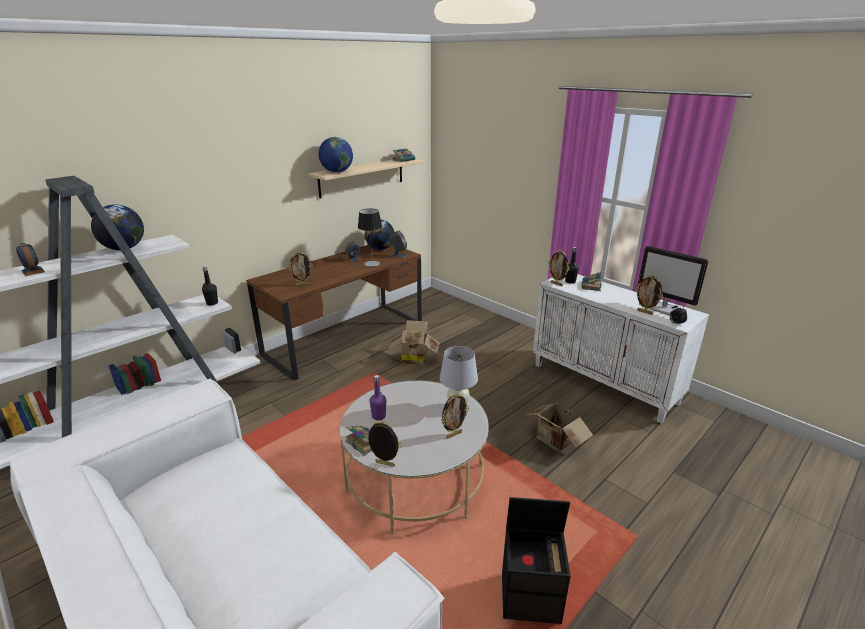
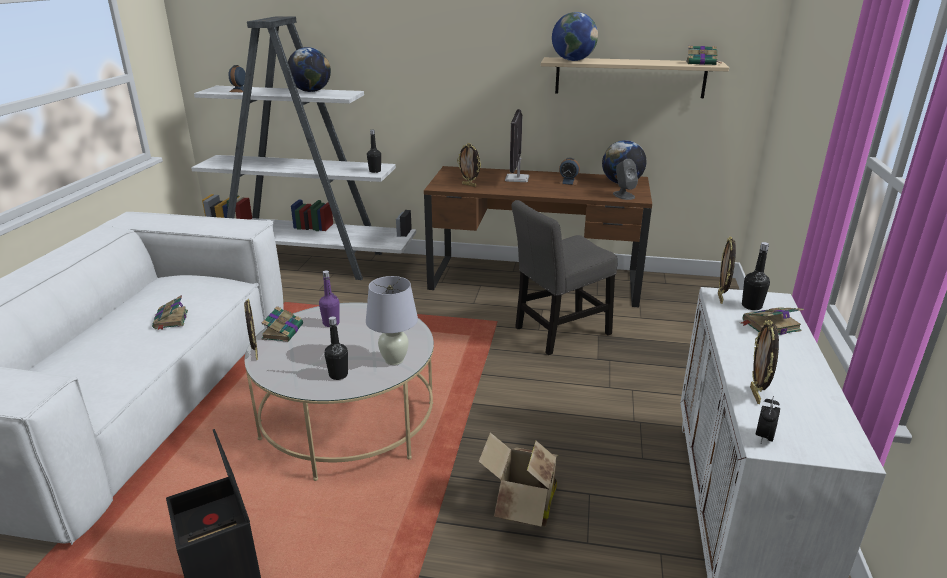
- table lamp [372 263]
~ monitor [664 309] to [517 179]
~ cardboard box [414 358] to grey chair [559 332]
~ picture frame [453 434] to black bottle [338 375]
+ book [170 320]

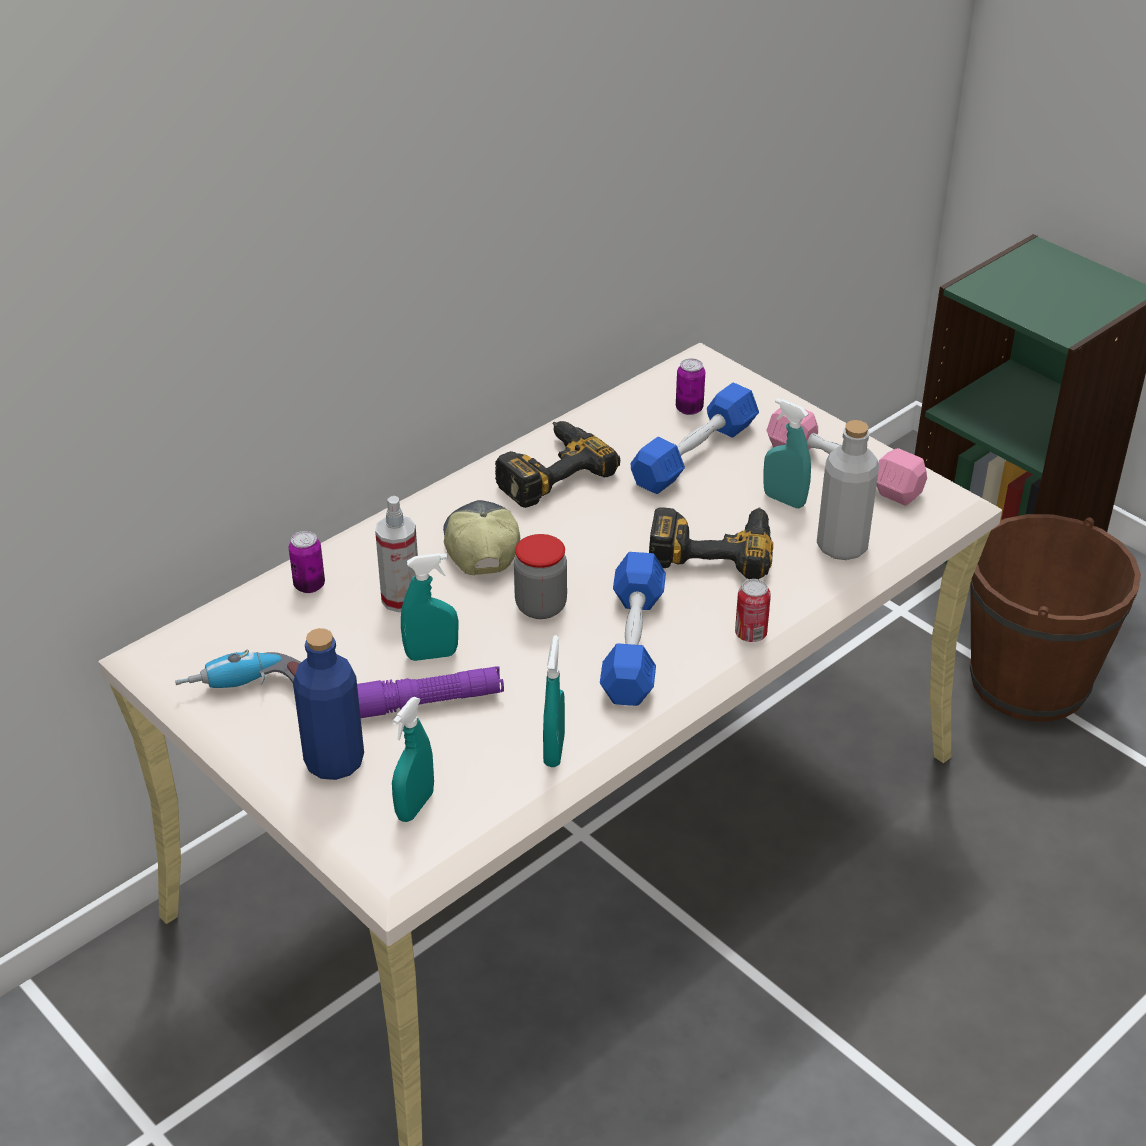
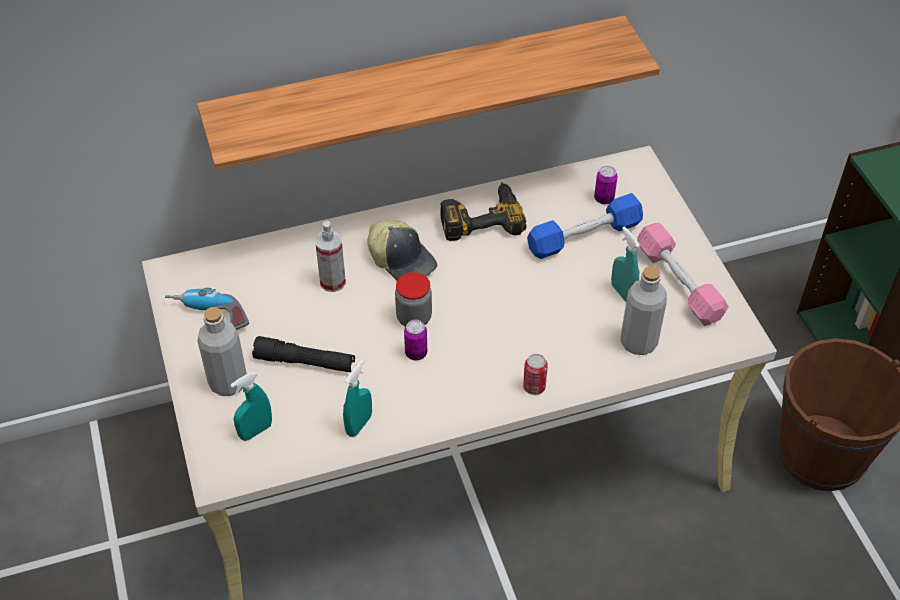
~ cap [479 547] = [402 260] 120 degrees clockwise
- power drill [712 547]
~ can [309 585] to [416 353]
- blue dumbbell [633 645]
- turquoise spray bottle [431 655]
~ blue bottle [334 761] to grey bottle [228 382]
~ purple flashlight [427 703] to black flashlight [305 362]
+ shelf [419 89]

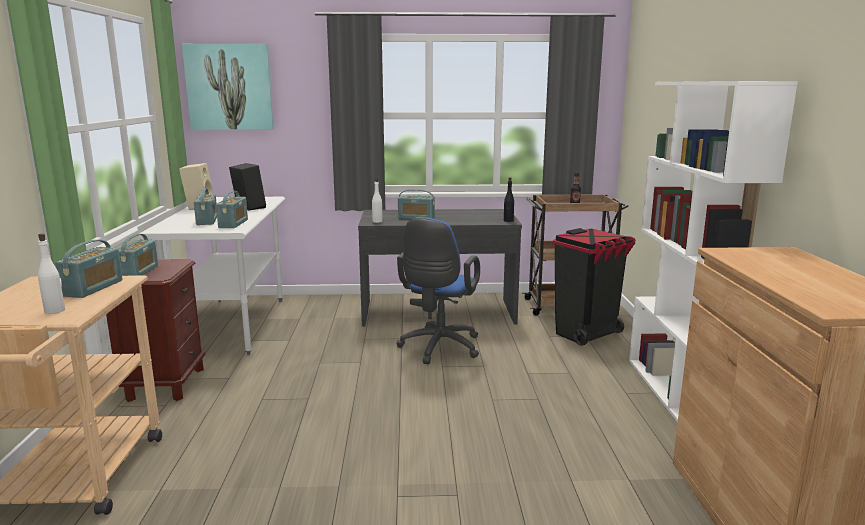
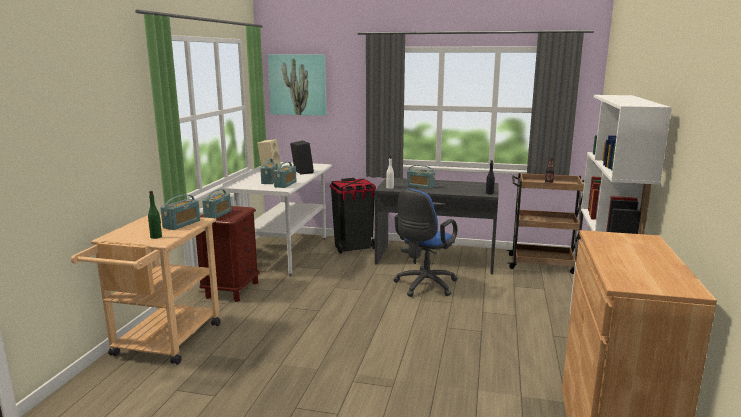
~ black trash can [586 334] to [353 248]
~ white bottle [55 310] to green bottle [156 237]

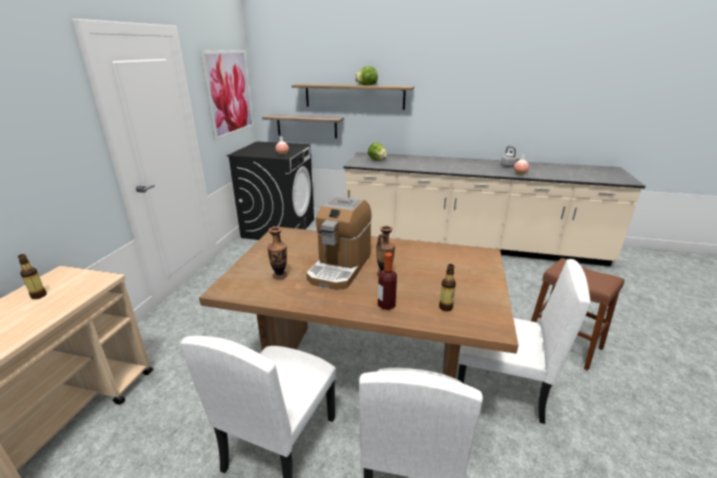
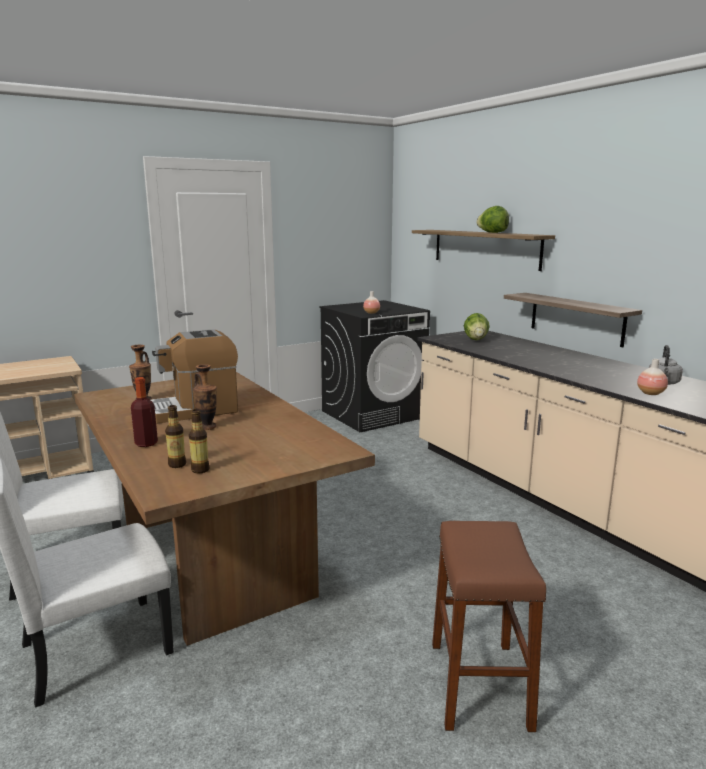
- picture [229 93]
~ shelf [306 126] to [576 318]
~ bottle [39 296] to [200 470]
- white chair [499 388]

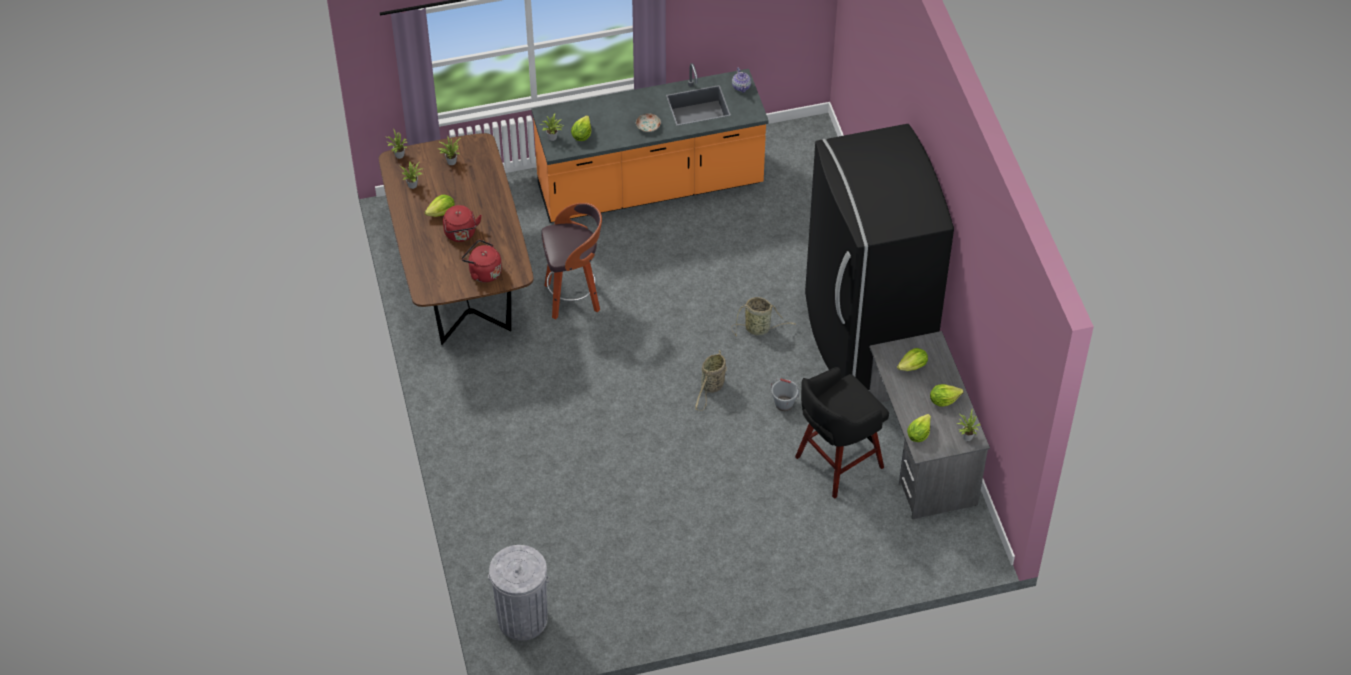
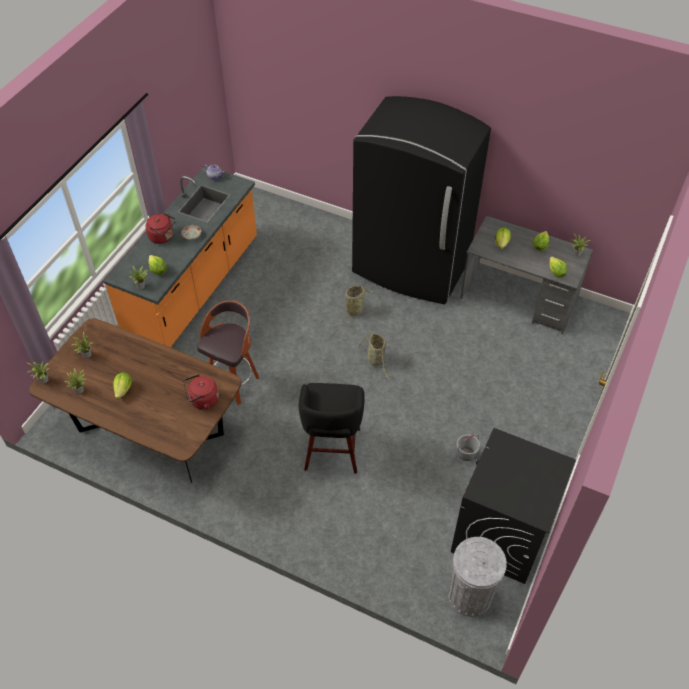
~ red kettle [461 234] to [163 237]
~ black stool [836 463] to [332 451]
~ grey bucket [784 404] to [466 454]
+ black washing machine [501 534]

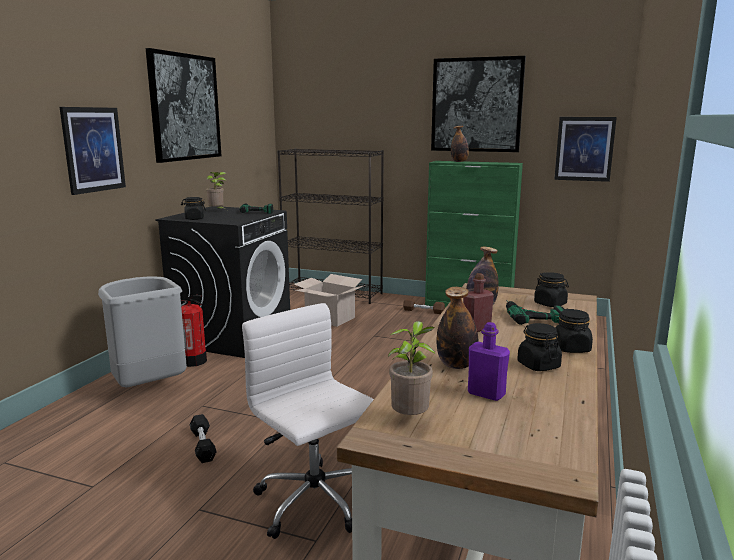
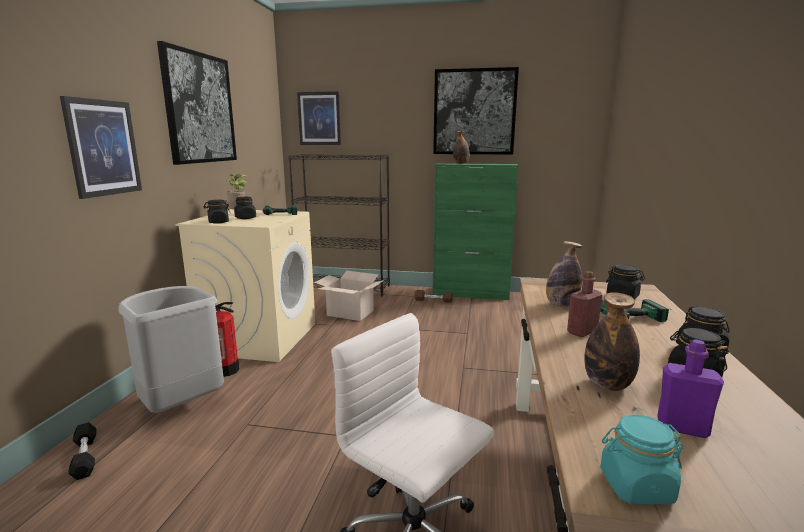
~ picture [584 149] to [319 118]
~ black washing machine [233 335] to beige washing machine [259 337]
~ potted plant [411 419] to turquoise jar [636 486]
~ black dumbbell [203 445] to [85 457]
+ black jar [245 218]

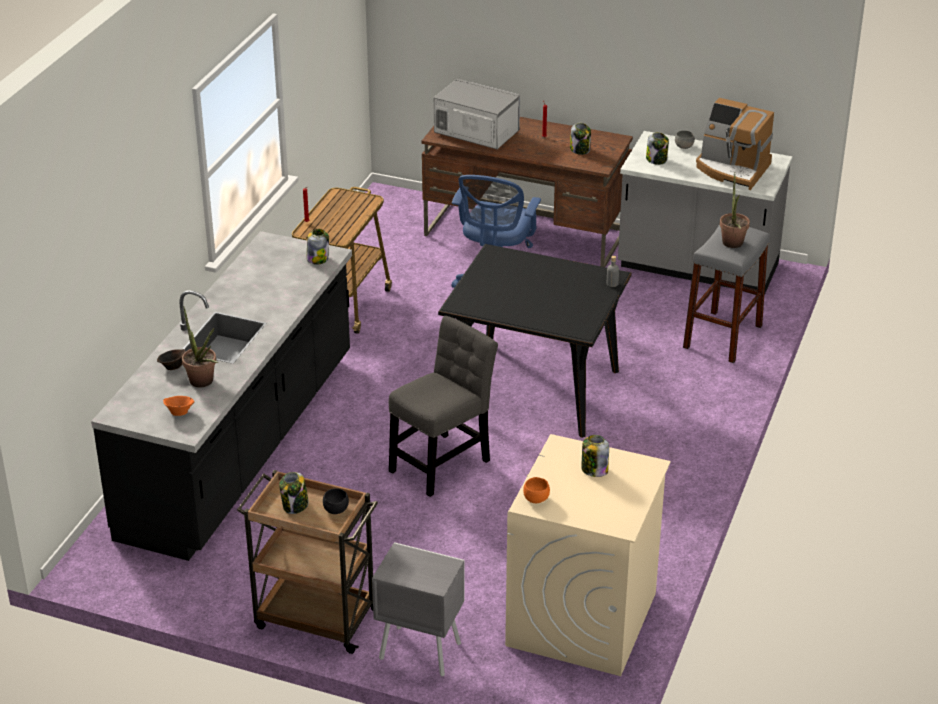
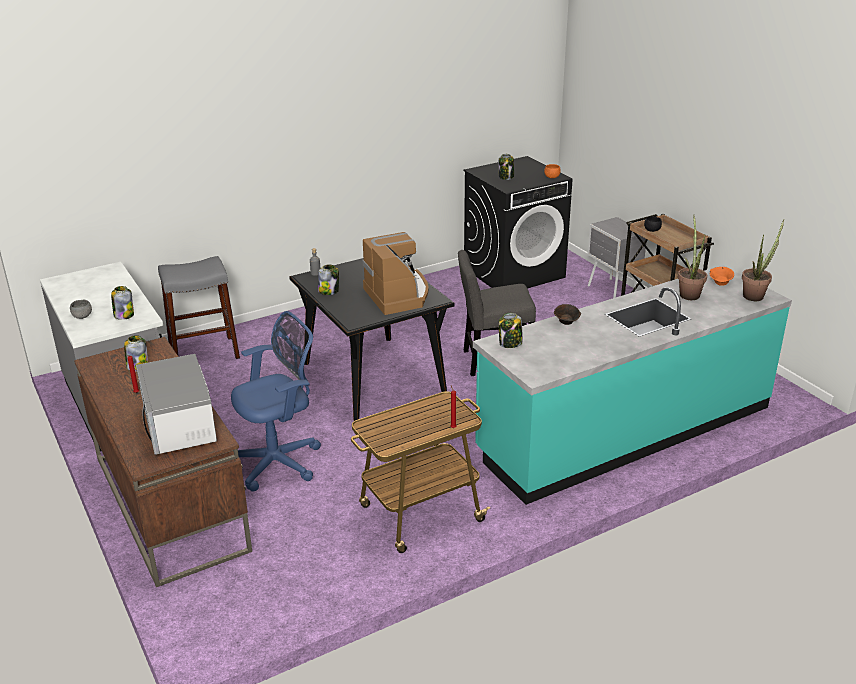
~ coffee machine [732 169] to [398 295]
~ potted plant [732 245] to [755 295]
~ black counter [241 446] to turquoise counter [625 429]
~ brown bowl [172 367] to [566 322]
~ beige washing machine [582 620] to black washing machine [514 272]
~ jar [295 506] to [329 291]

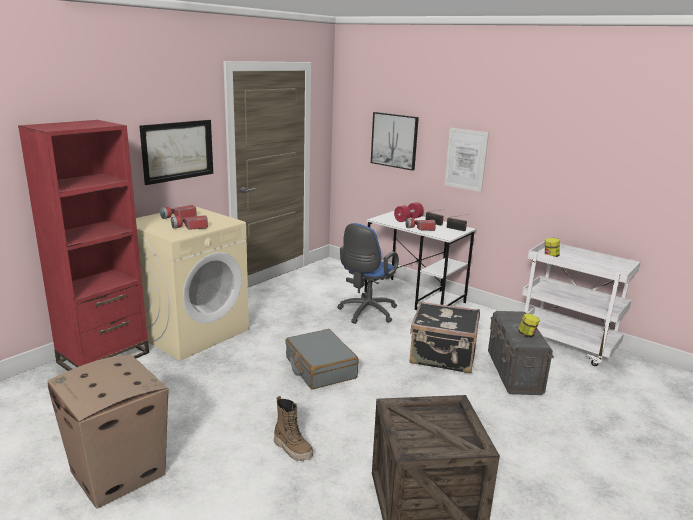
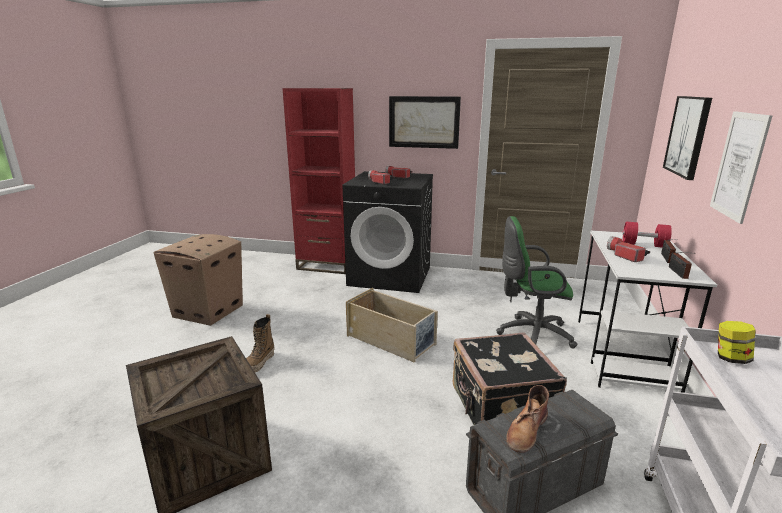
~ beige washing machine [191 331] to black washing machine [390 276]
~ blue office chair [366 313] to green office chair [531 334]
~ jar [527 334] to brown boot [526 430]
~ grey suitcase [320 368] to beige storage box [392 340]

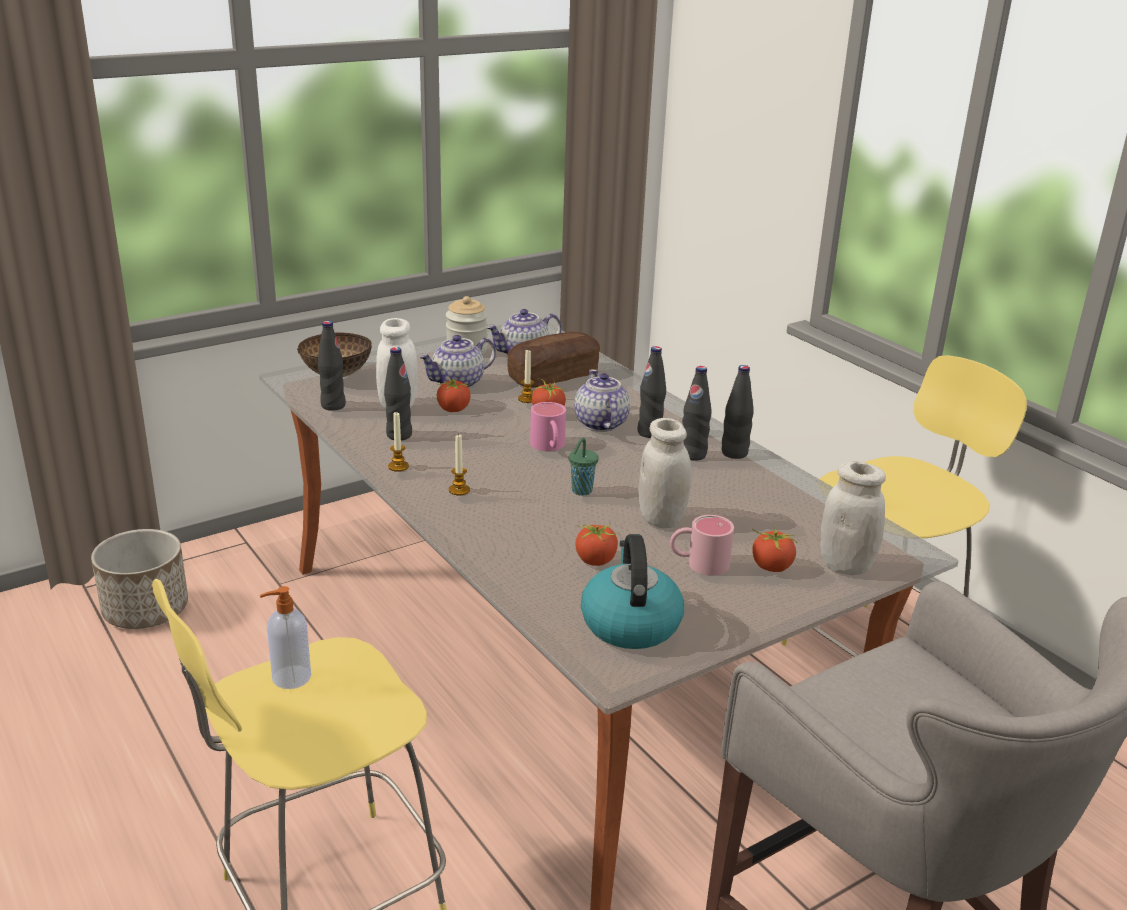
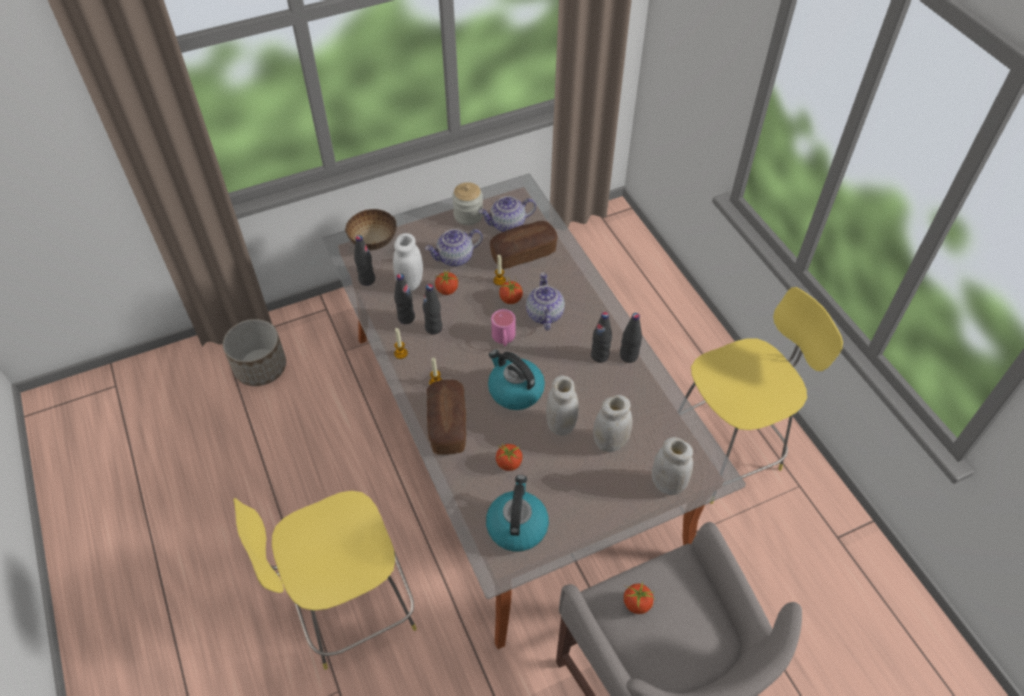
~ black bottle [650 433] to [433 328]
~ green cup [581 491] to kettle [515 390]
- pink mug [698 563]
~ tomato [771 567] to [636 604]
- soap dispenser [290 678]
+ bread [447 424]
+ white jar [610 442]

